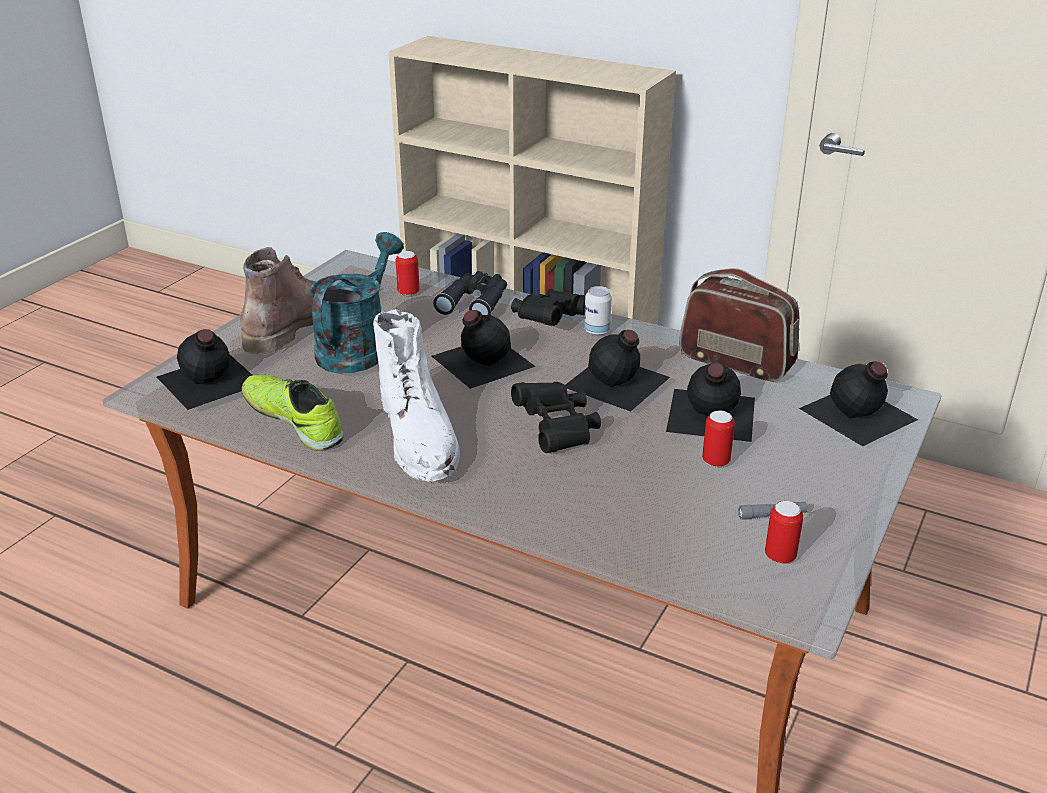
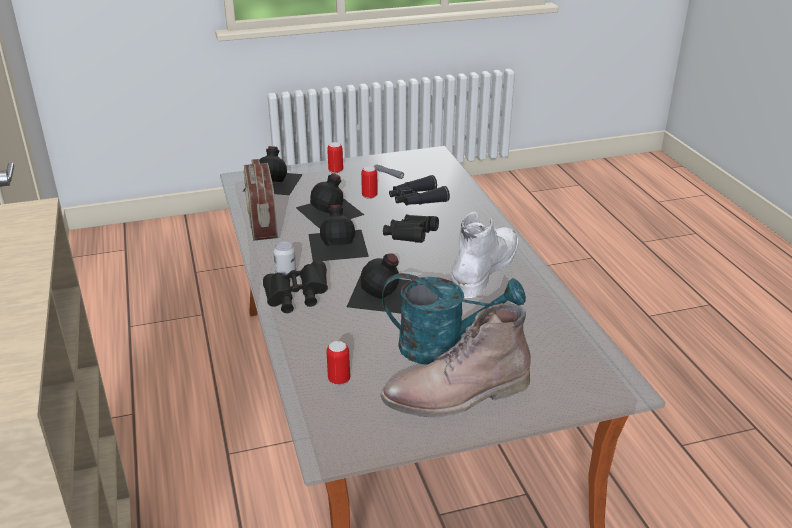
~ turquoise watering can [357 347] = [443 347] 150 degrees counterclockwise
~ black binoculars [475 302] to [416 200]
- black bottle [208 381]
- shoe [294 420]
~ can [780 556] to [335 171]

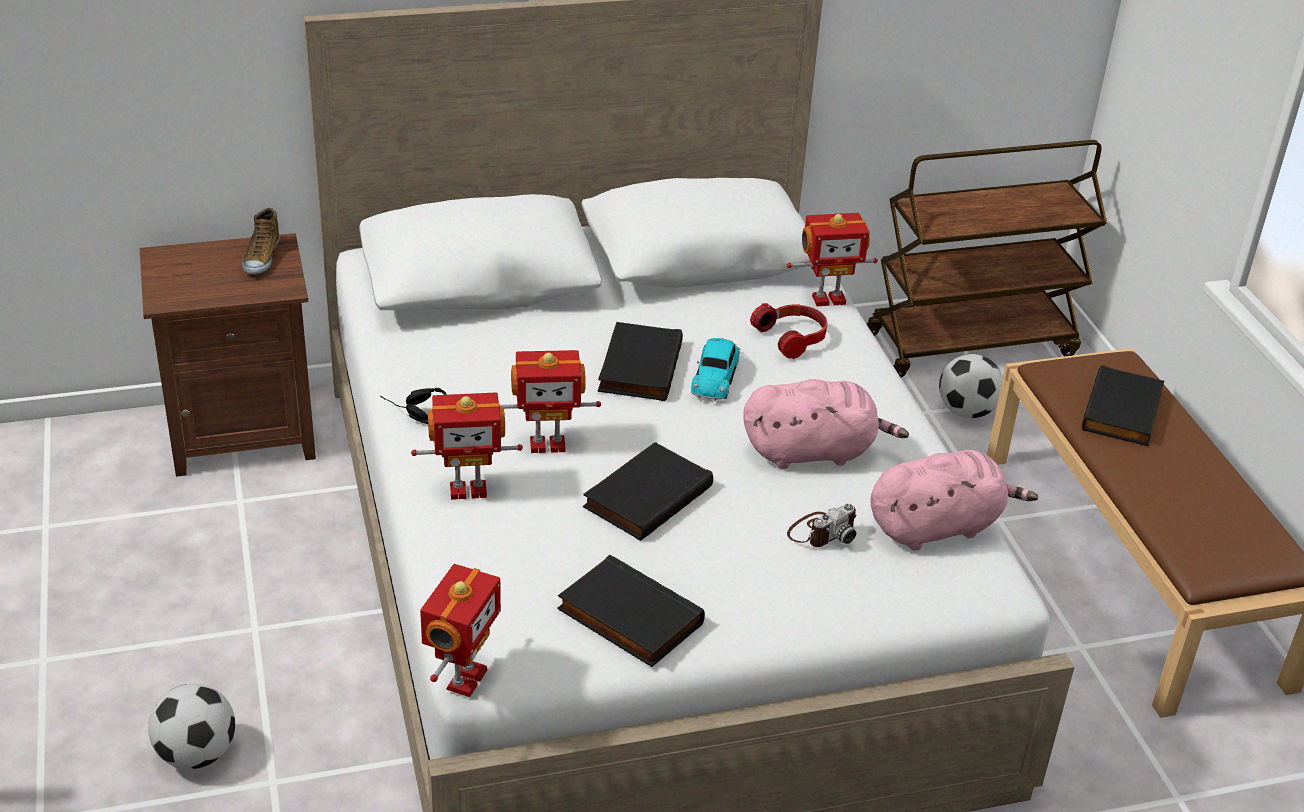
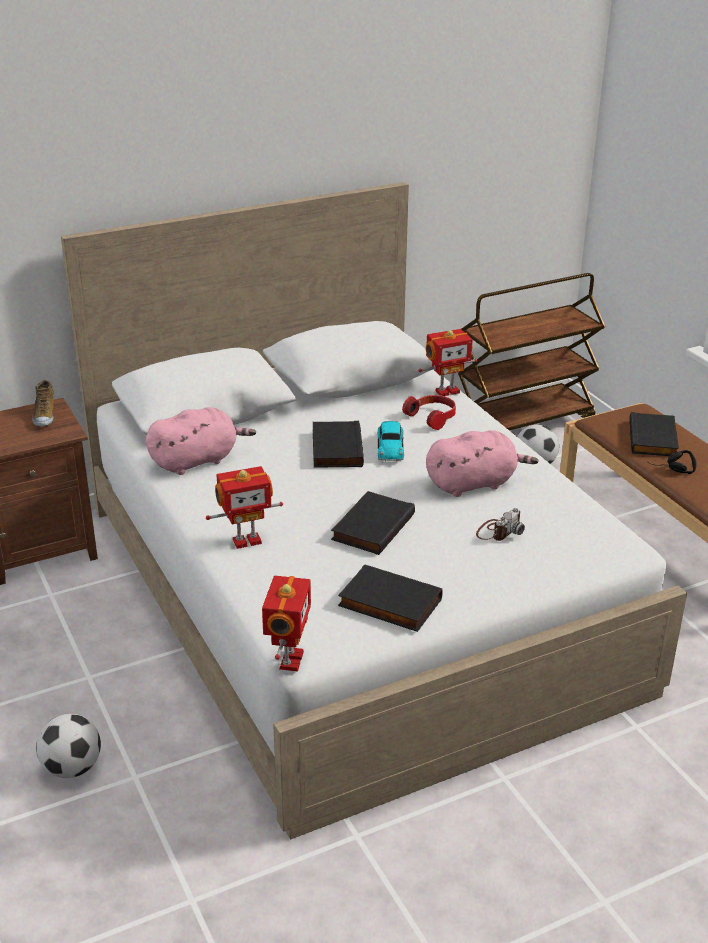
- toy robot [547 444]
~ black headphones [413 416] to [671 470]
~ pink plush toy [938 526] to [197 460]

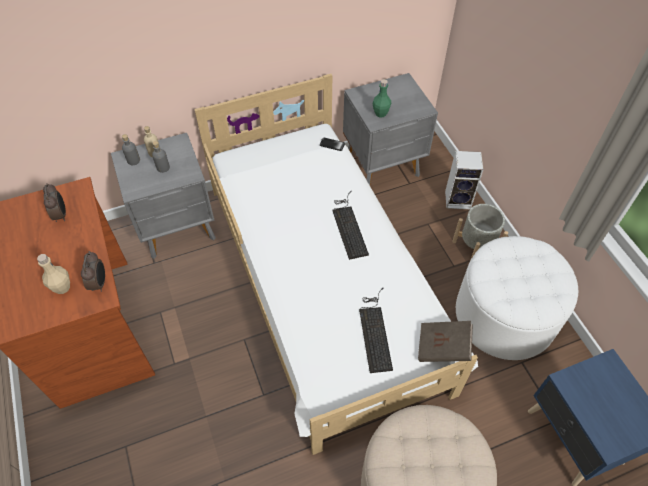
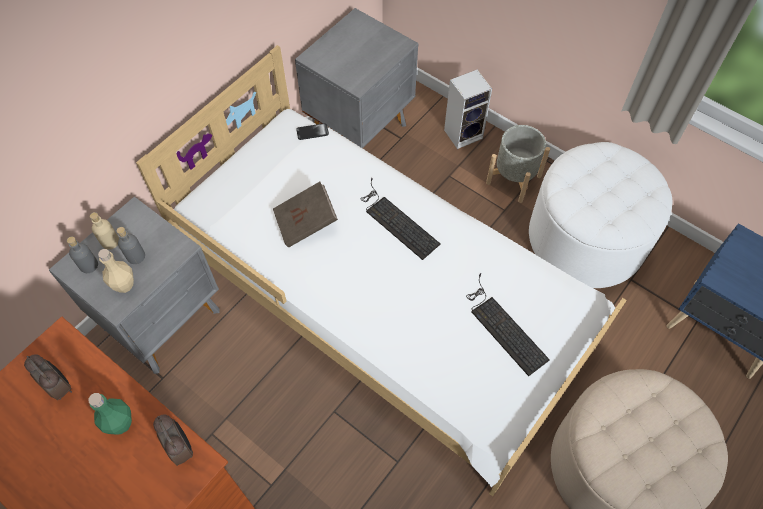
~ green bottle [380 113] to [120 423]
~ beige bottle [62 287] to [124 285]
~ brown book [443 348] to [306 223]

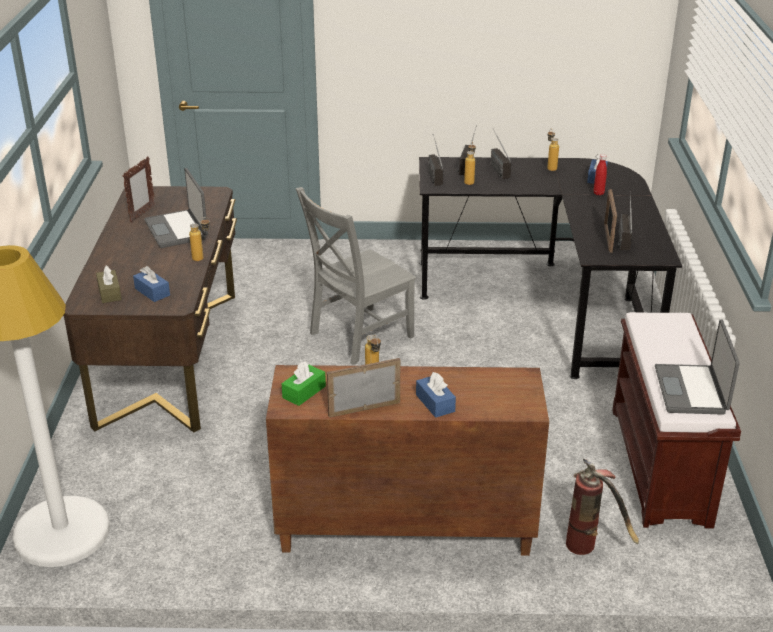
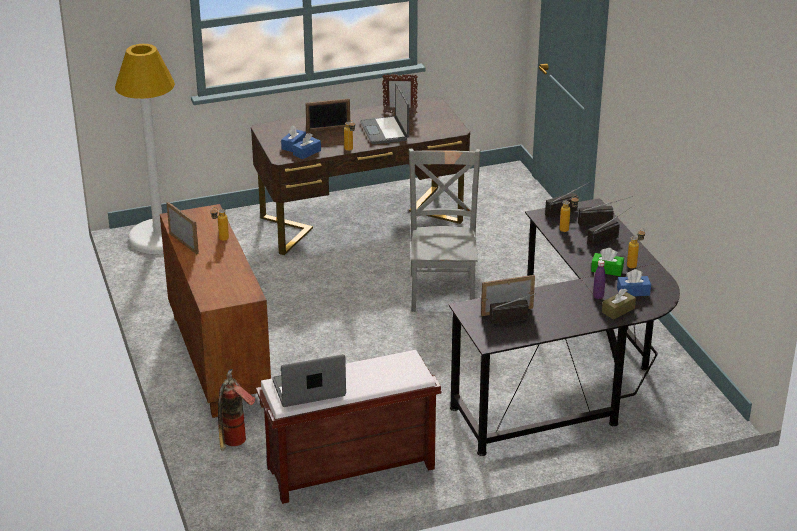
~ red bottle [598 193] to purple bottle [598 296]
~ laptop [177 230] = [385 131] 60 degrees counterclockwise
~ grey chair [358 336] = [443 291] 60 degrees clockwise
~ brown tissue box [109 293] to [618 310]
~ green tissue box [304 392] to [607 270]
~ blue tissue box [435 403] to [307 152]
+ picture frame [328 129]

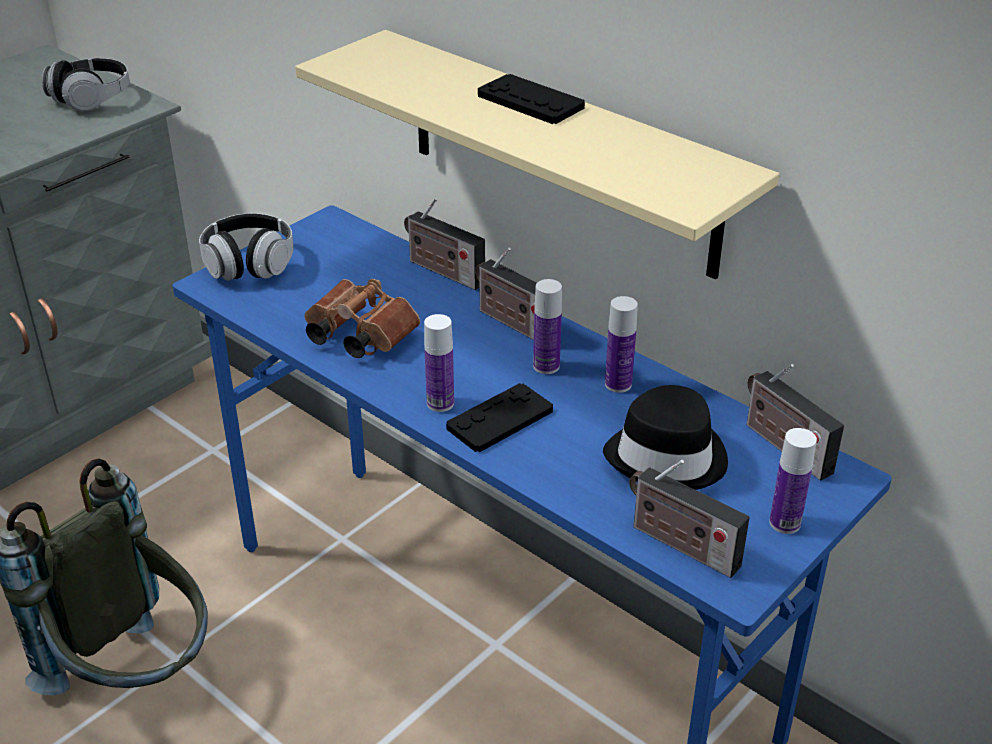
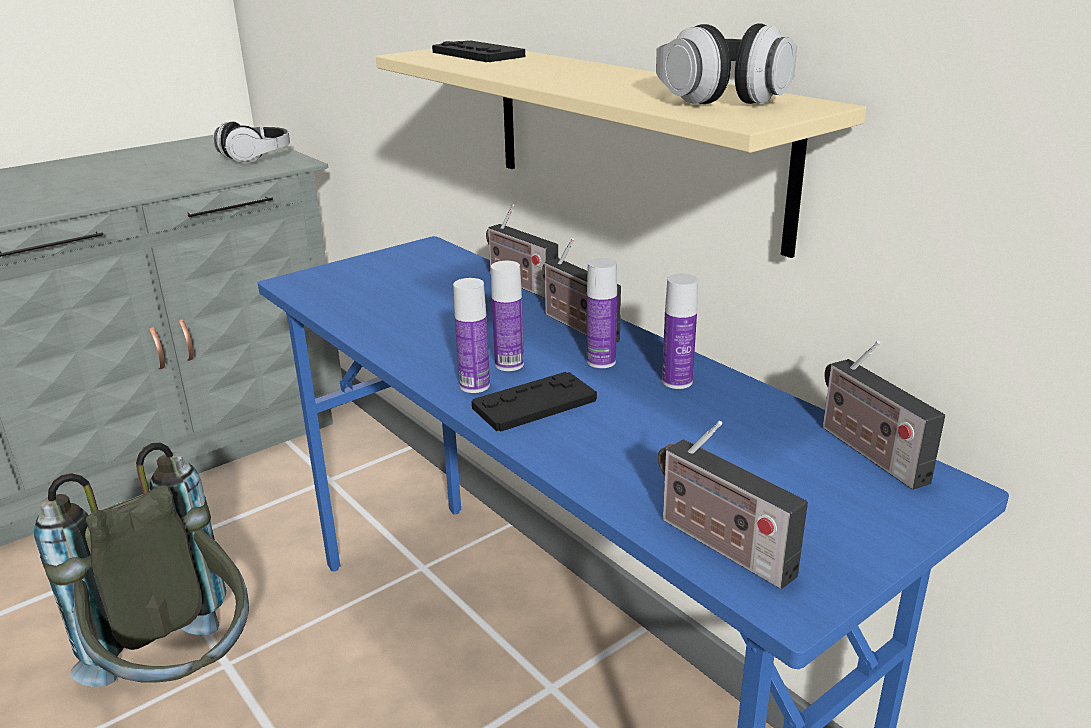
~ black game controller [530 101] to [478 54]
~ headphones [249 264] to [722 97]
- brown binoculars [357 336]
- black hat [668 457]
~ bottle [784 523] to [509 364]

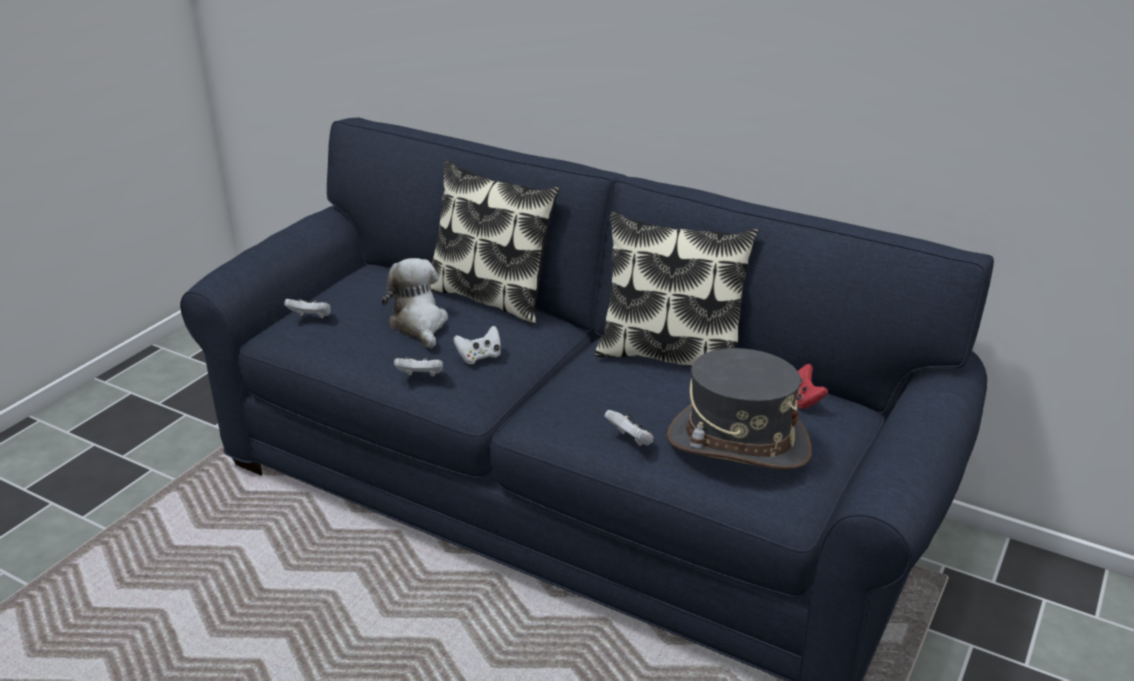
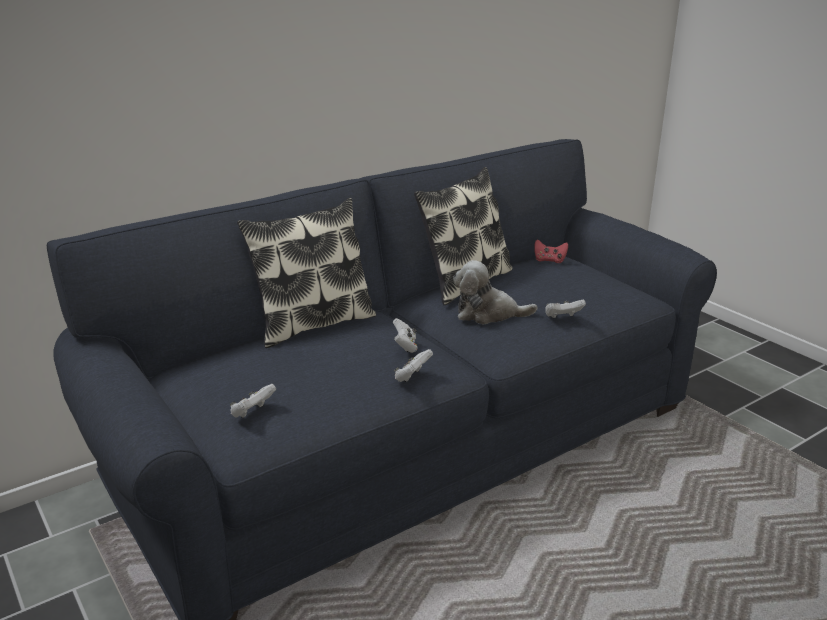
~ plush toy [419 325] to [488 314]
- grey hat [738 443]

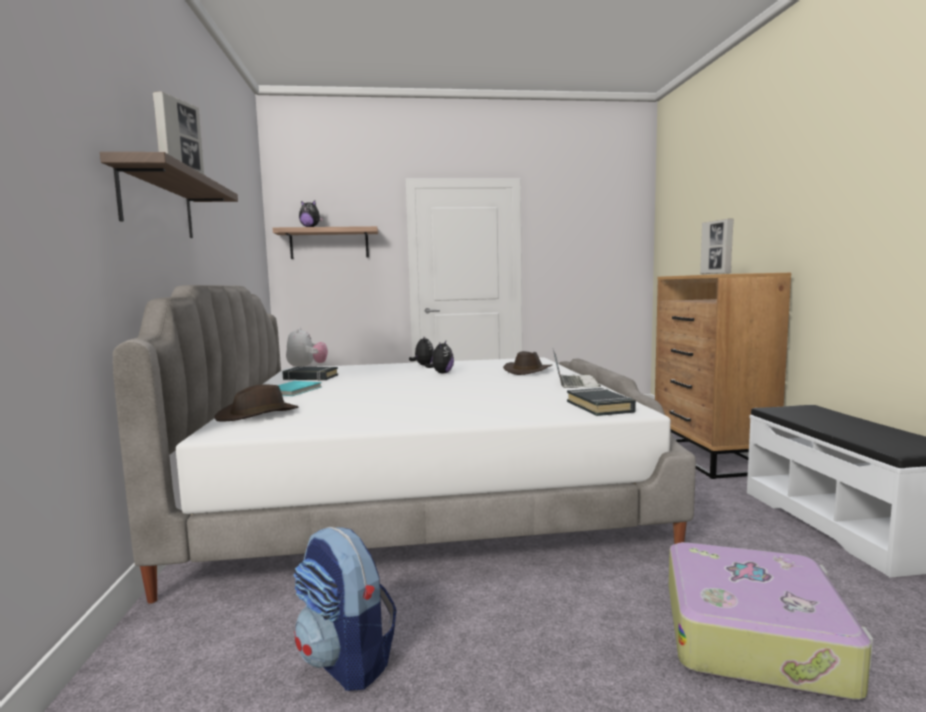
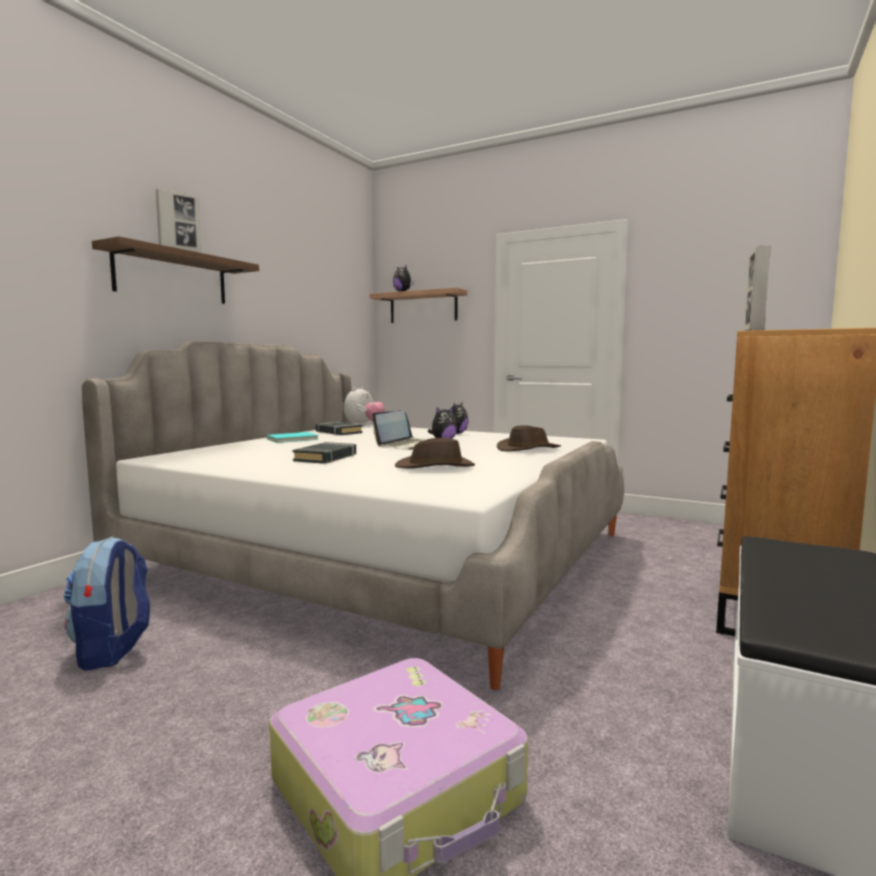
~ laptop [574 383] to [406 445]
~ brown hat [258 414] to [435 467]
~ black book [600 407] to [326 458]

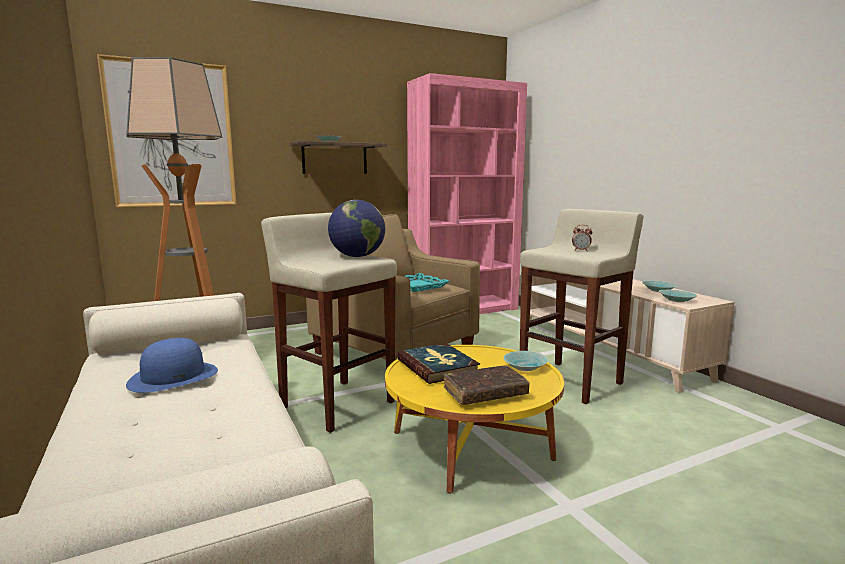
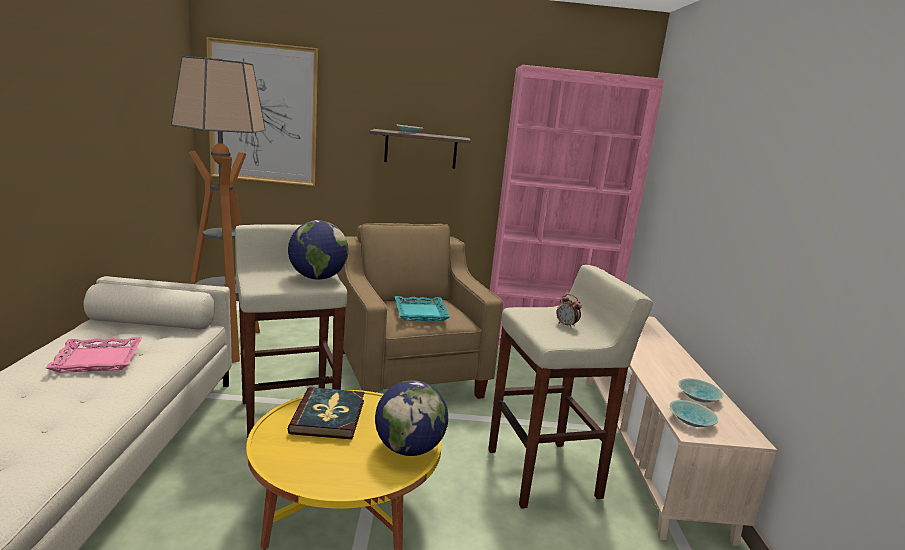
~ blue hat [174 376] to pink tray [98 359]
~ turquoise bowl [525 368] to globe [409 449]
- brown book [485 393]

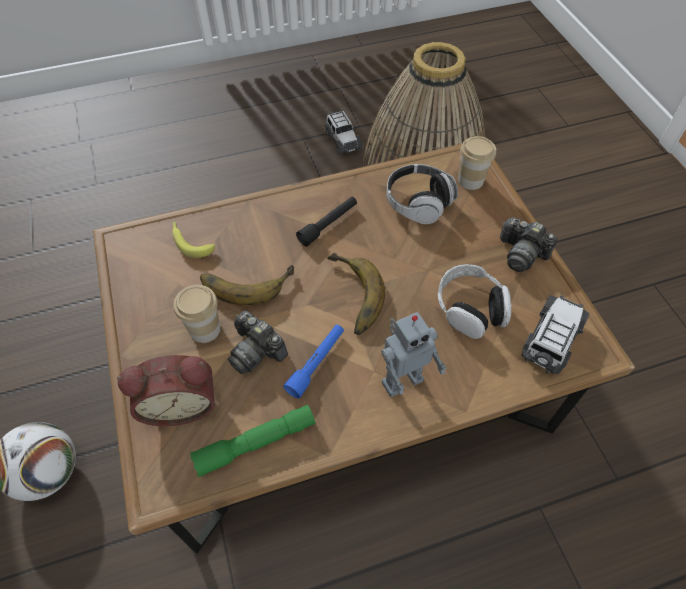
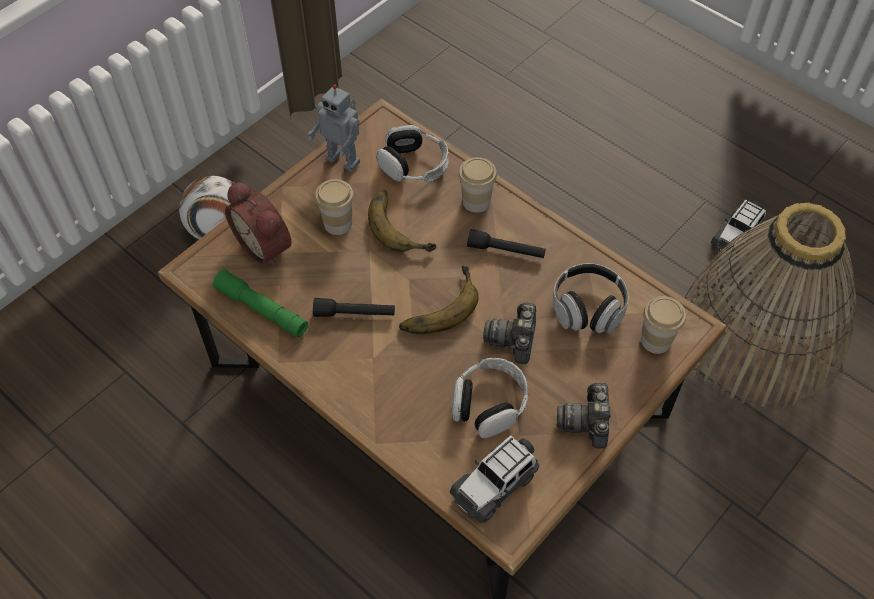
~ banana [190 241] to headphones [414 165]
~ toy car [551 340] = [495 484] 135 degrees clockwise
~ photo camera [256 351] to [513 339]
~ toy robot [401 379] to [344 159]
~ blue flashlight [316 363] to black flashlight [354 314]
+ cup [476 201]

